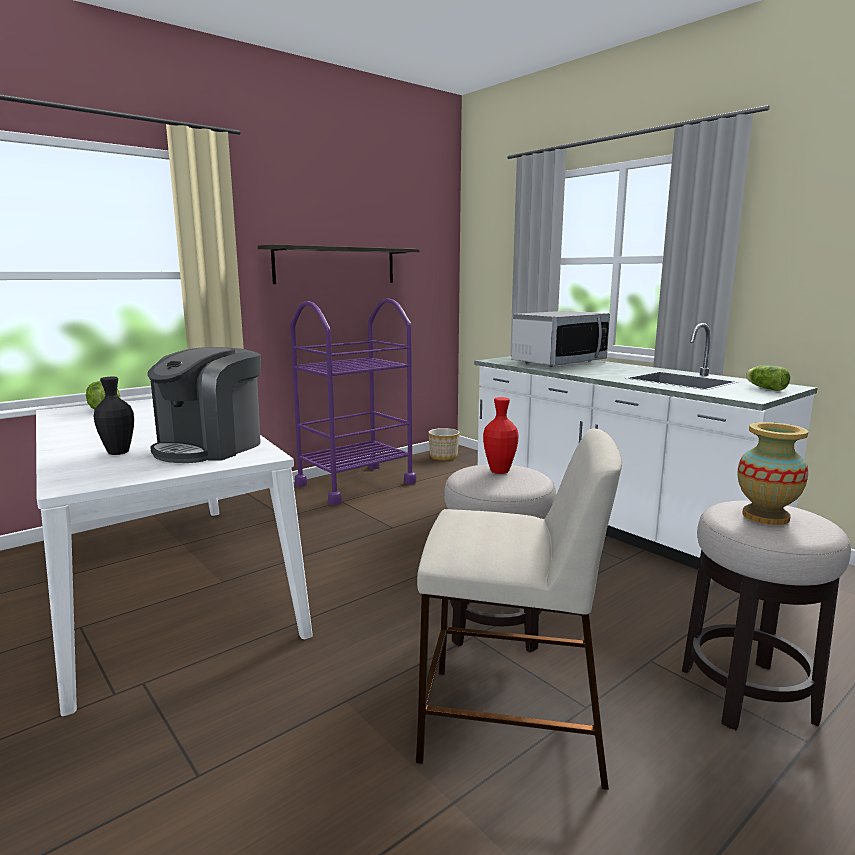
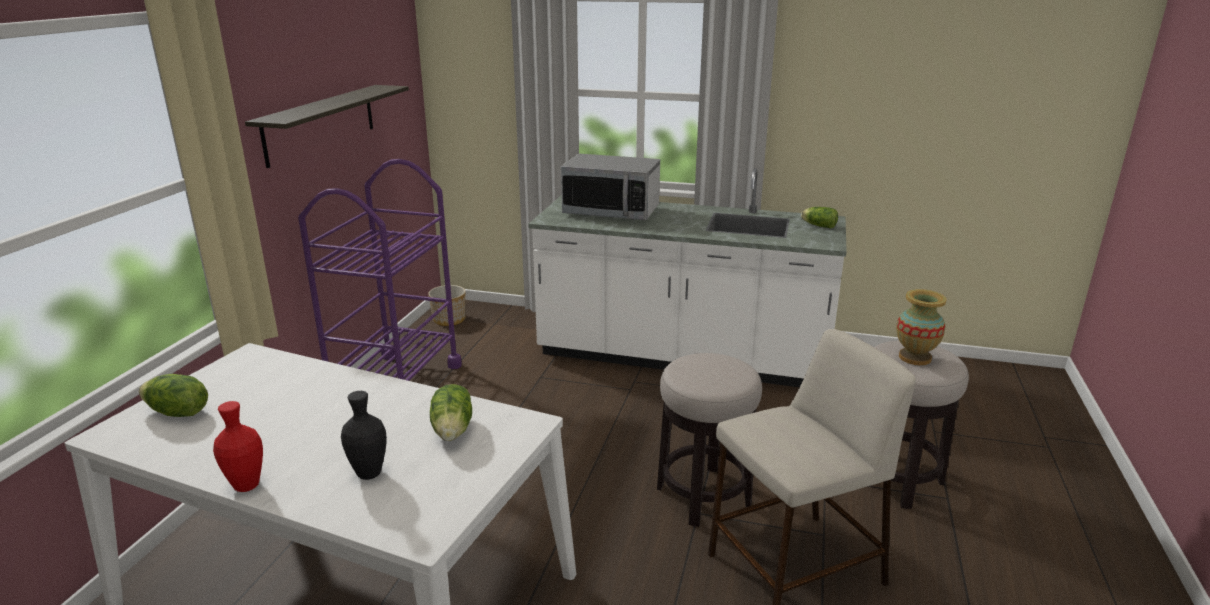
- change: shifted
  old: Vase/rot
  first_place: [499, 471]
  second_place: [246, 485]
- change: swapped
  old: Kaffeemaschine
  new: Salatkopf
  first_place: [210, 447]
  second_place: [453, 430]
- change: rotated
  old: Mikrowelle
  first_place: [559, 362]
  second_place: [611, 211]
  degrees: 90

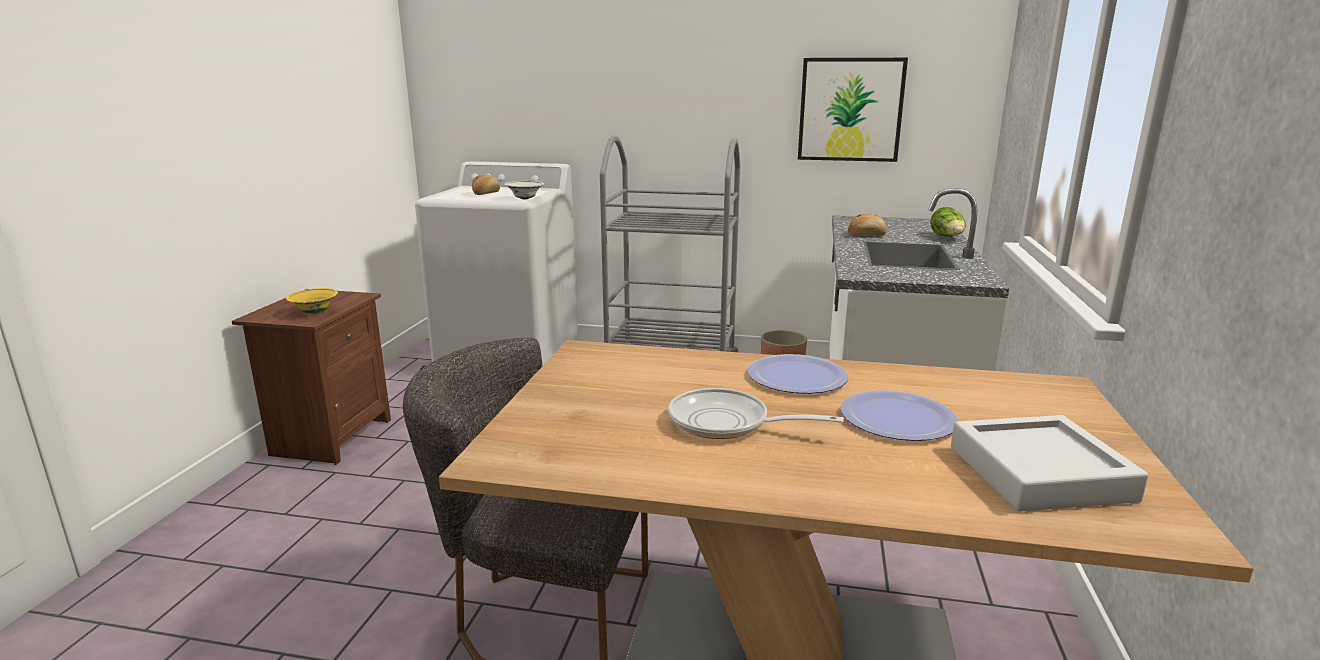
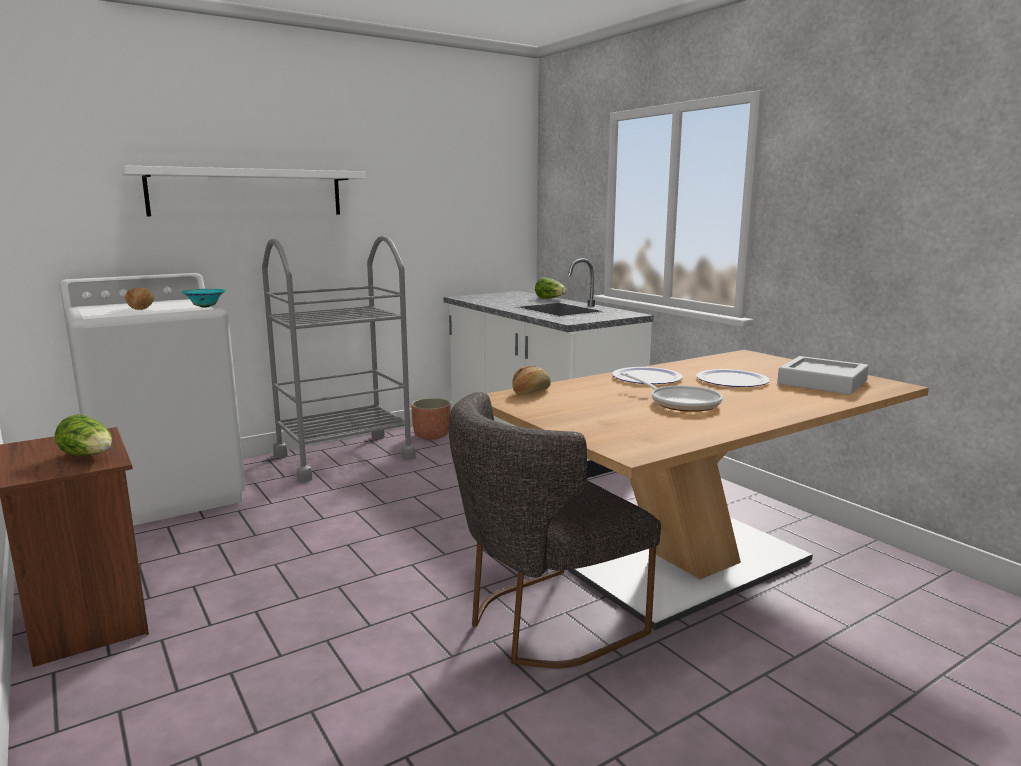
- change: swapped
  old: Schüssel/gelb
  new: Salatkopf
  first_place: [315, 312]
  second_place: [89, 456]
- change: new
  new: Wandregal/weiß
  second_place: [247, 192]
- change: repainted
  old: Schüssel/weiß
  new: Schüssel/türkis
  first_place: [525, 199]
  second_place: [205, 307]
- change: shifted
  old: Brot
  first_place: [866, 235]
  second_place: [530, 392]
- change: rotated
  old: Pfanne
  first_place: [727, 423]
  second_place: [680, 402]
  degrees: -105
- change: gone
  old: Bild
  first_place: [850, 110]

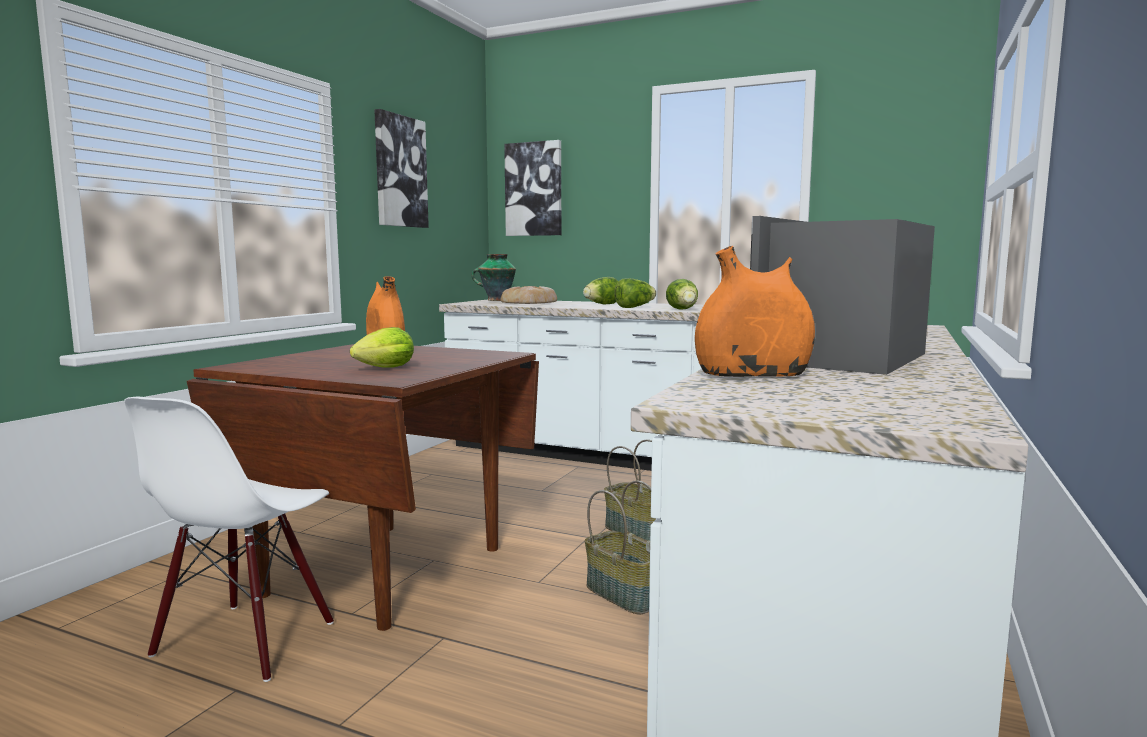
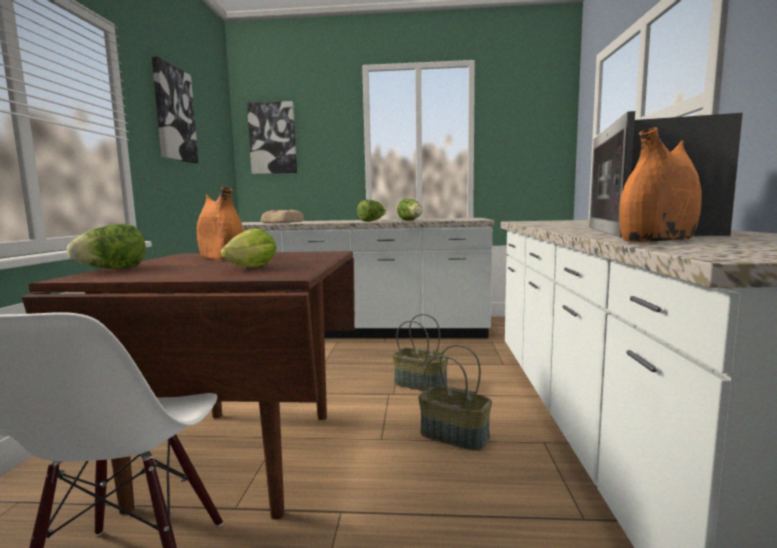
- change: shifted
  old: Salatkopf
  first_place: [602, 304]
  second_place: [112, 269]
- change: gone
  old: Vase
  first_place: [496, 300]

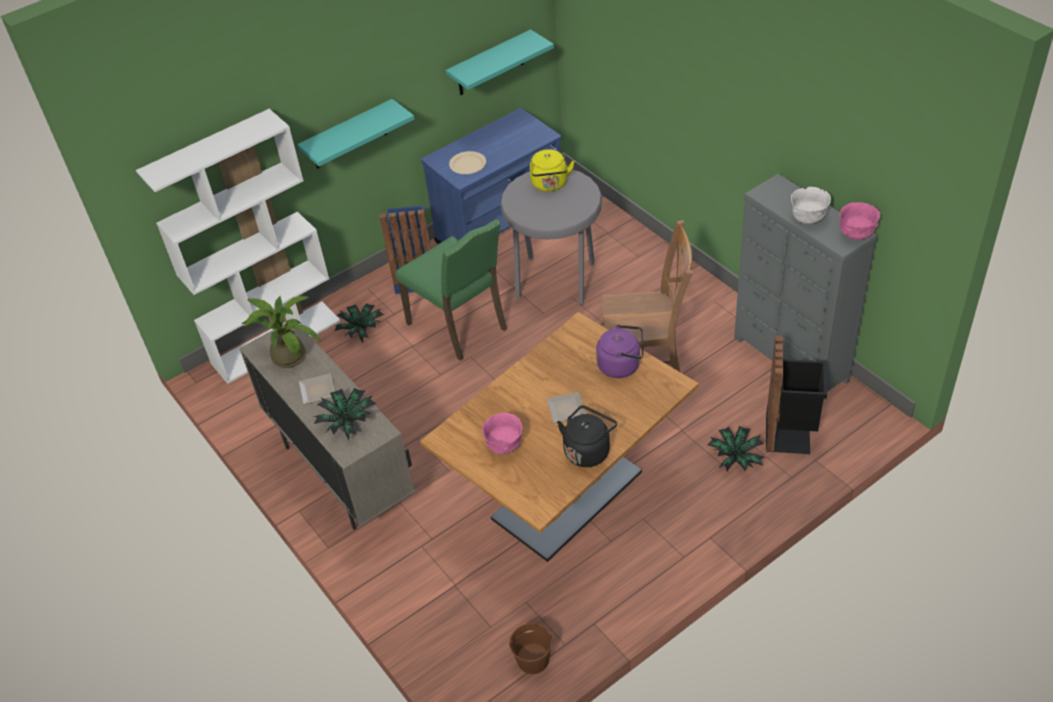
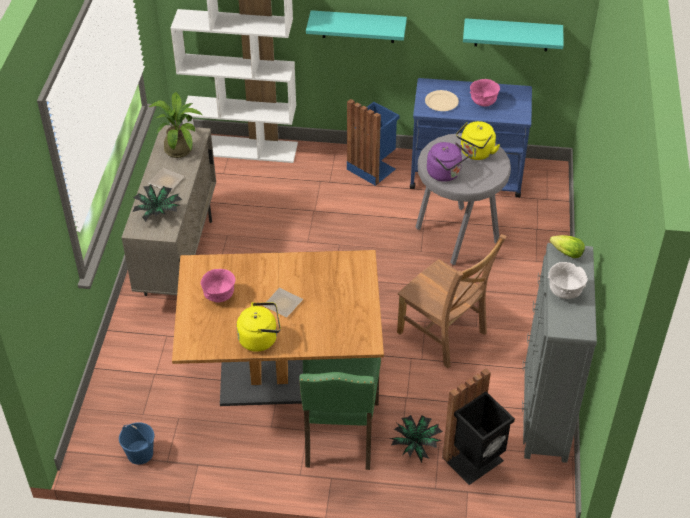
- change: repainted
  old: Eimer/braun
  new: Eimer/blau
  first_place: [532, 660]
  second_place: [139, 453]
- change: repainted
  old: Wasserkessel/schwarz
  new: Wasserkessel/gelb
  first_place: [588, 450]
  second_place: [260, 338]
- change: shifted
  old: Stuhl/grün
  first_place: [460, 326]
  second_place: [339, 436]
- change: shifted
  old: Wasserkessel/lila
  first_place: [621, 365]
  second_place: [445, 174]
- change: shifted
  old: Schüssel/rosa
  first_place: [856, 234]
  second_place: [483, 103]
- change: new
  new: Salatkopf
  second_place: [565, 252]
- change: gone
  old: Topfpflanze
  first_place: [361, 330]

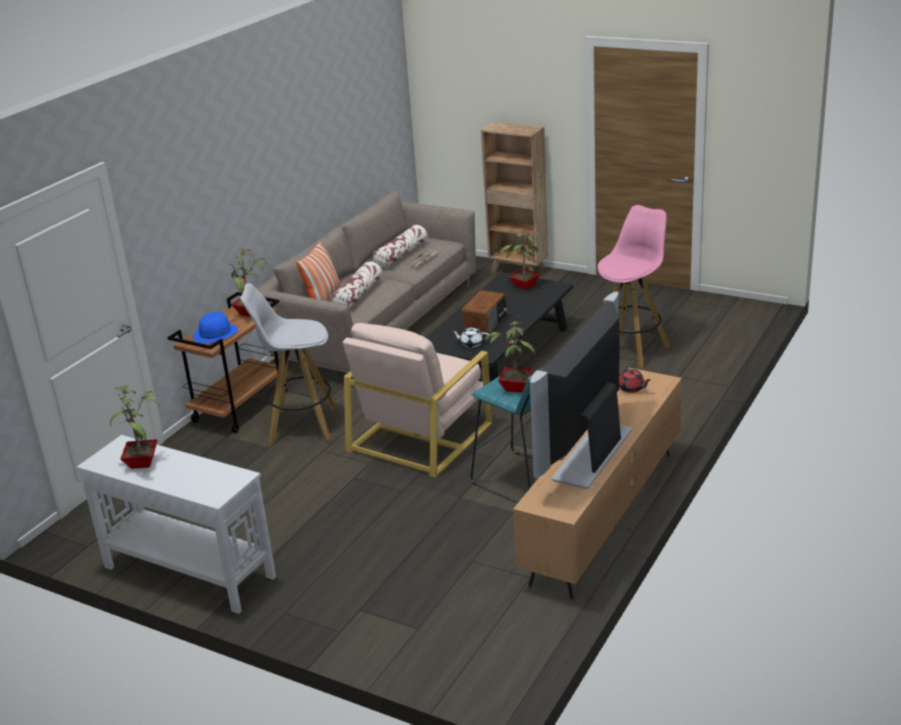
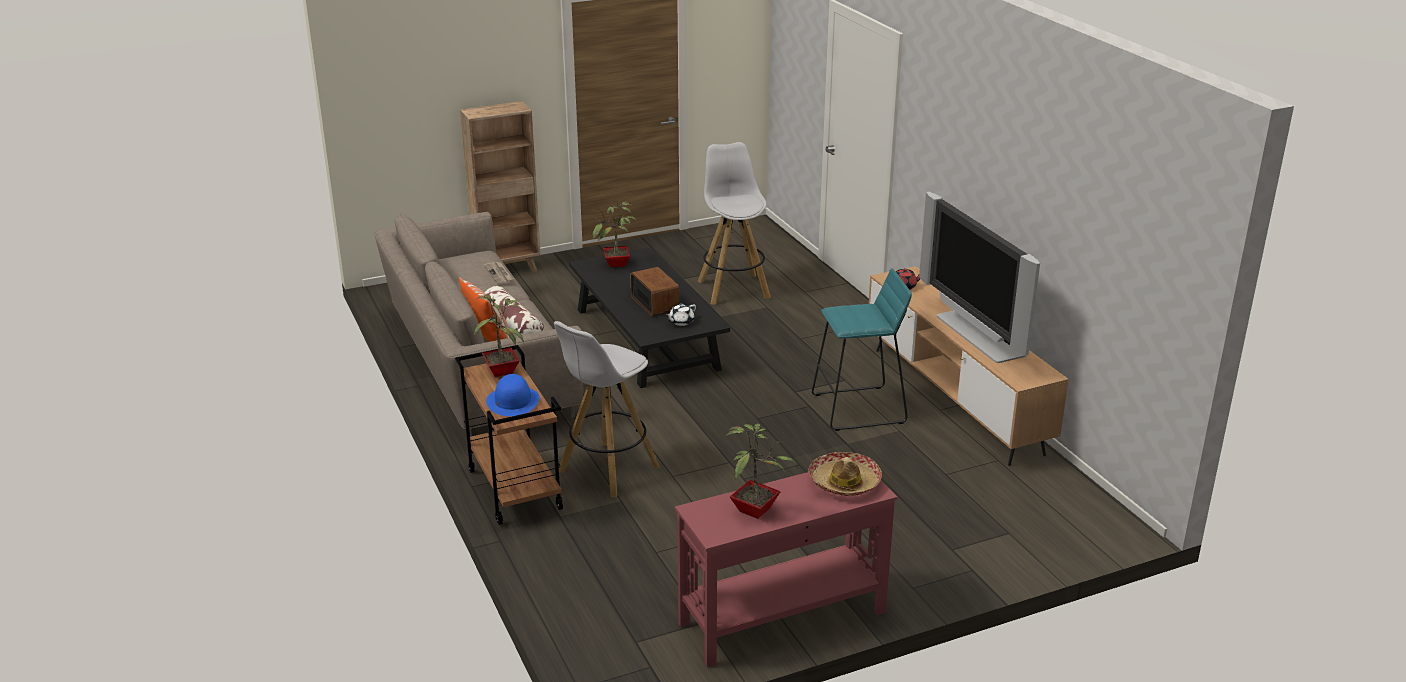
- change: repainted
  old: Konsolentisch/weiß
  new: Konsolentisch/rot
  first_place: [188, 571]
  second_place: [781, 618]
- change: repainted
  old: Hocker/rosa
  new: Hocker/weiß
  first_place: [631, 349]
  second_place: [733, 289]
- change: new
  new: Hut
  second_place: [844, 482]
- change: gone
  old: Sessel/beige
  first_place: [420, 436]
- change: gone
  old: Kissen
  first_place: [401, 255]
- change: gone
  old: Topfpflanze
  first_place: [514, 387]

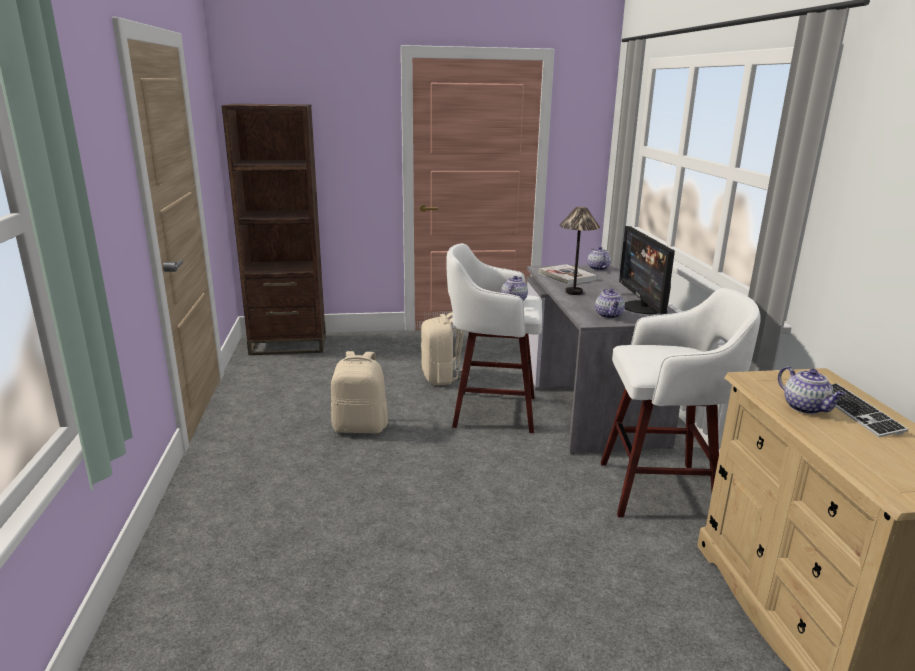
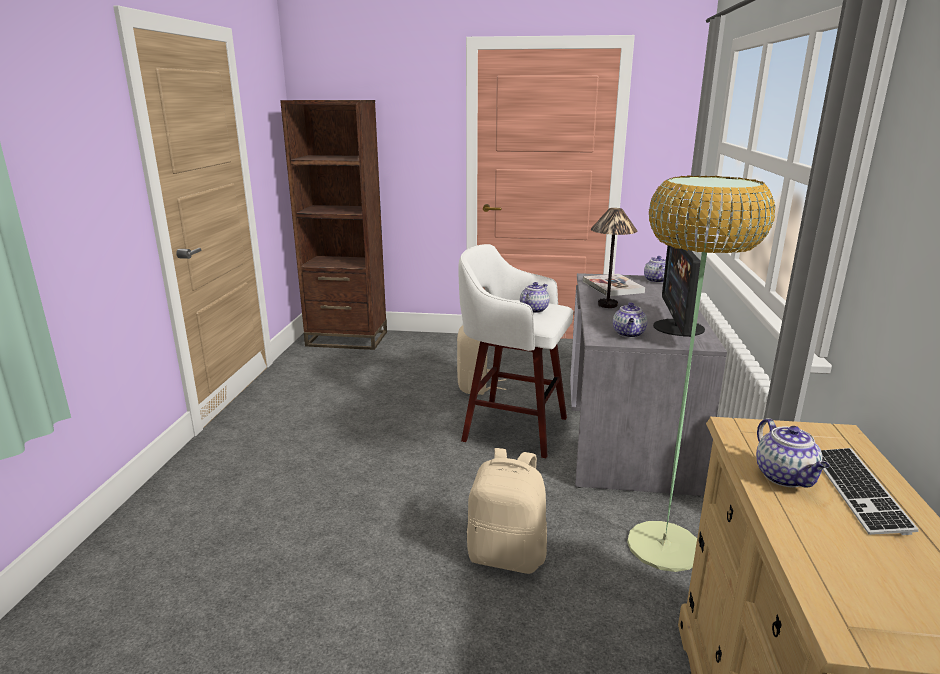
- change: shifted
  old: Rucksack/beige
  first_place: [360, 427]
  second_place: [507, 555]
- change: swapped
  old: Hocker/weiß
  new: Stehlampe
  first_place: [661, 490]
  second_place: [664, 546]

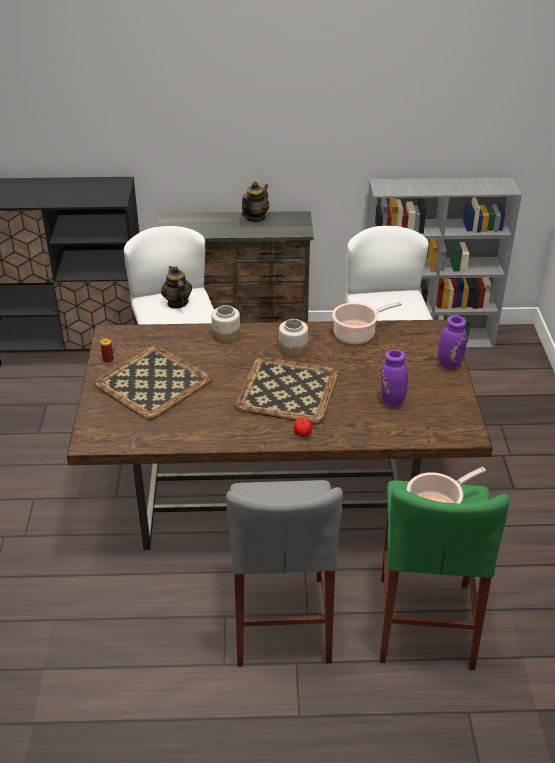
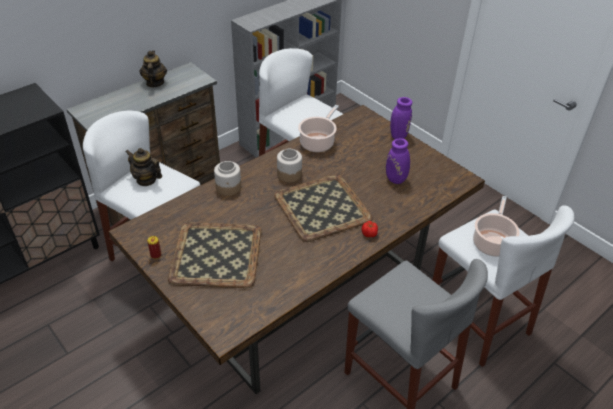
- change: repainted
  old: Hocker/grün
  new: Hocker/weiß
  first_place: [425, 621]
  second_place: [477, 321]

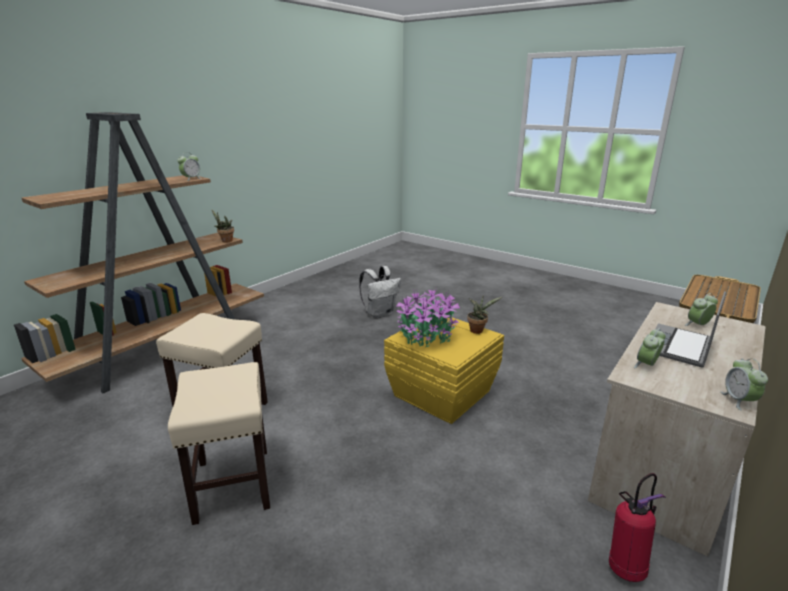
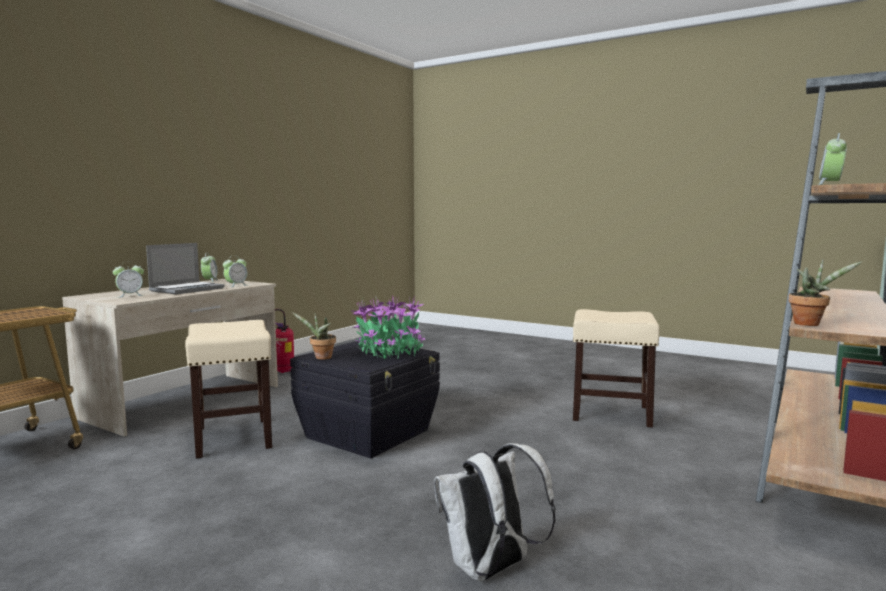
- change: shifted
  old: Hocker/beige
  first_place: [232, 483]
  second_place: [234, 438]
- change: repainted
  old: Aufbewahrungsbox/gelb
  new: Aufbewahrungsbox/schwarz
  first_place: [441, 393]
  second_place: [369, 433]

